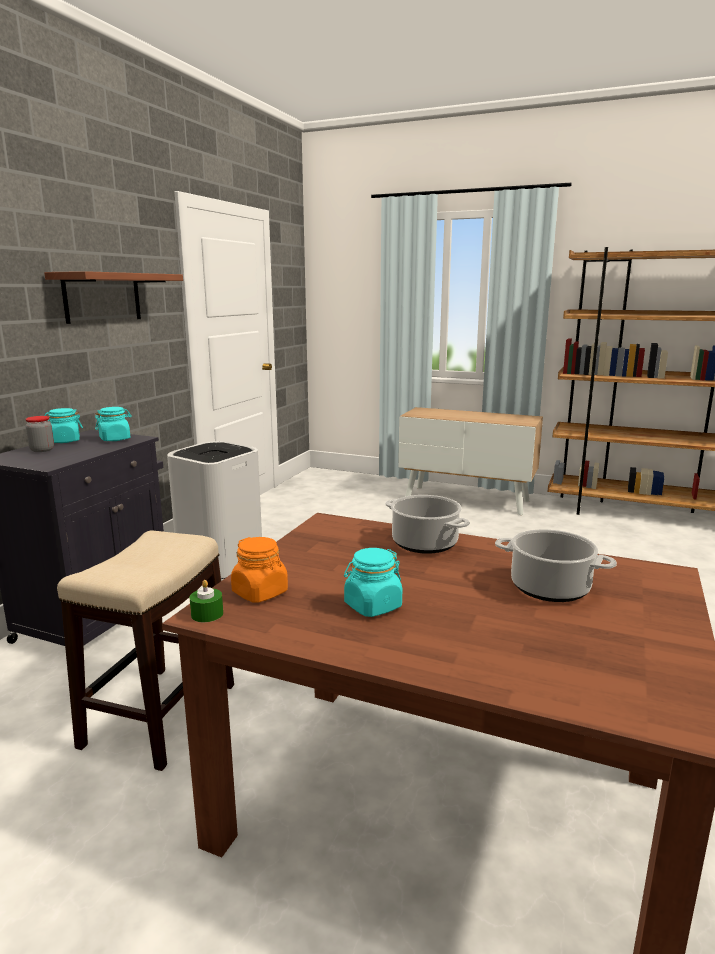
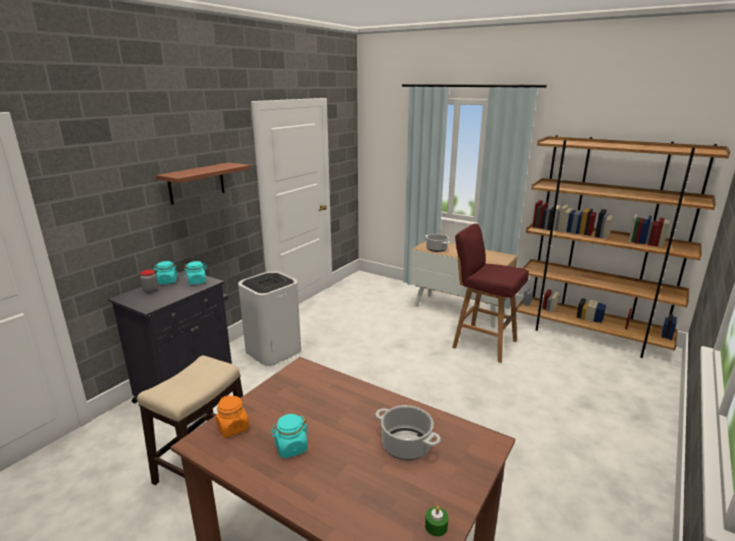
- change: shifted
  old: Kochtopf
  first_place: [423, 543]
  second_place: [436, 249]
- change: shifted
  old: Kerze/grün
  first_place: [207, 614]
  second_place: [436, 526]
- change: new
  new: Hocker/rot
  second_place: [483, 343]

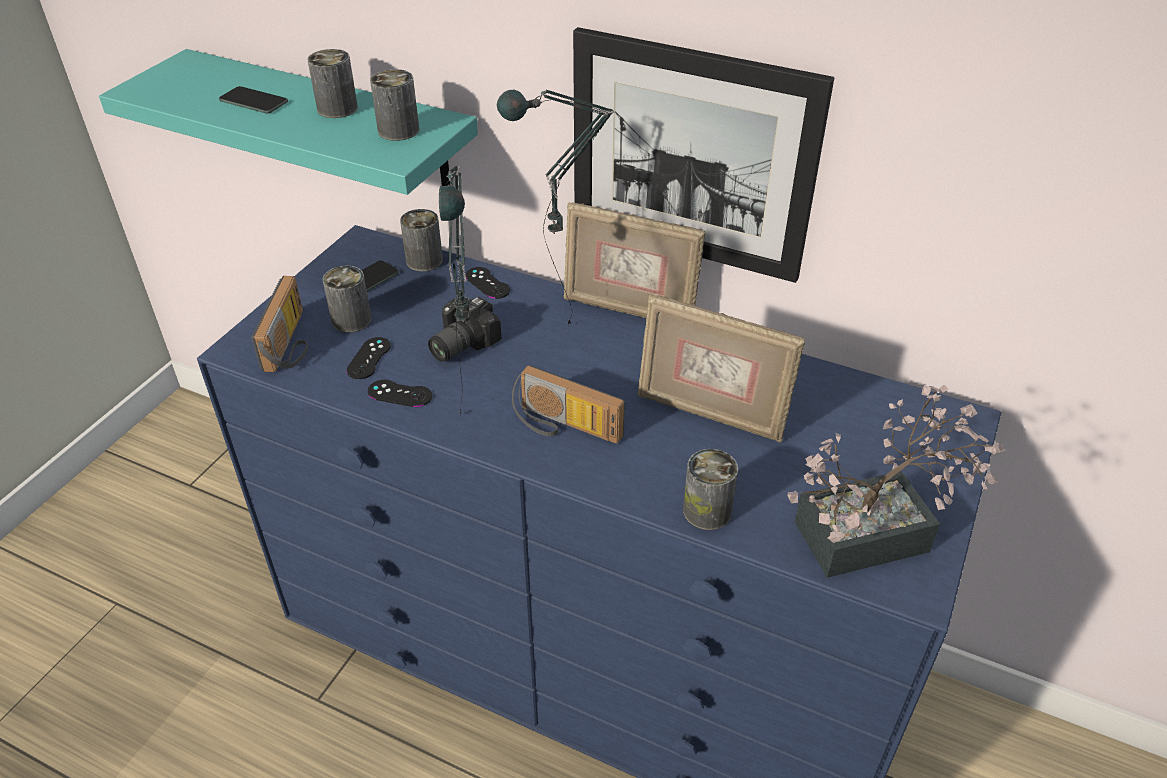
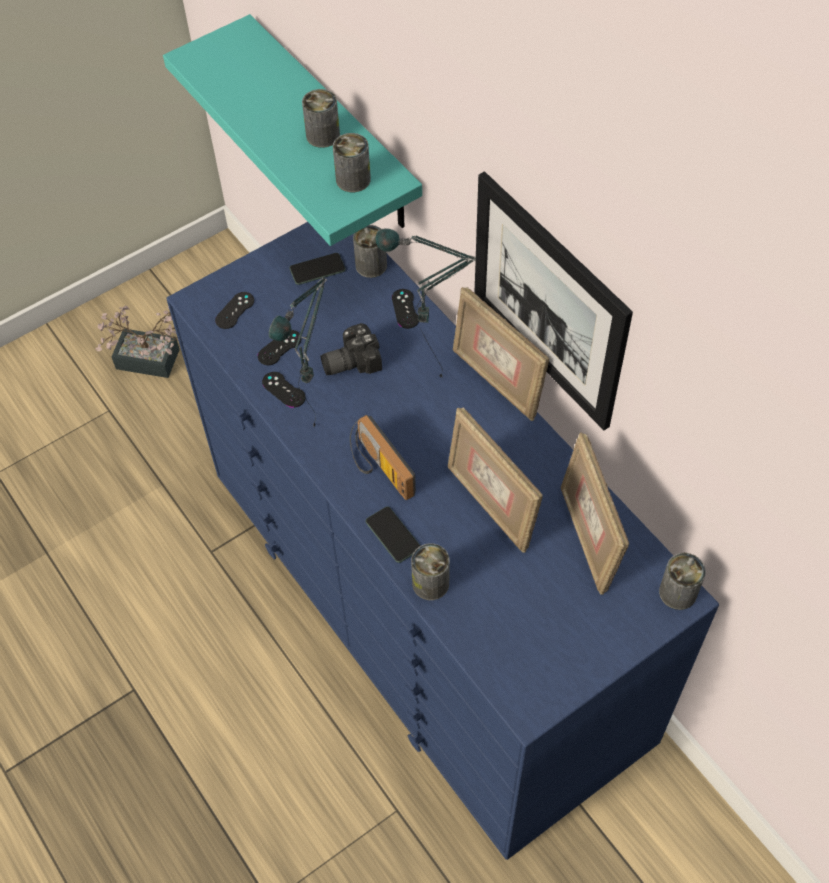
- change: shifted
  old: Topfpflanze
  first_place: [876, 534]
  second_place: [155, 361]
- change: swapped
  old: Radio
  new: Gamepad/schwarz
  first_place: [292, 343]
  second_place: [234, 310]
- change: shifted
  old: Handy
  first_place: [253, 101]
  second_place: [393, 535]
- change: new
  new: Bilderrahmen
  second_place: [587, 538]
- change: shifted
  old: Dose
  first_place: [351, 320]
  second_place: [678, 592]

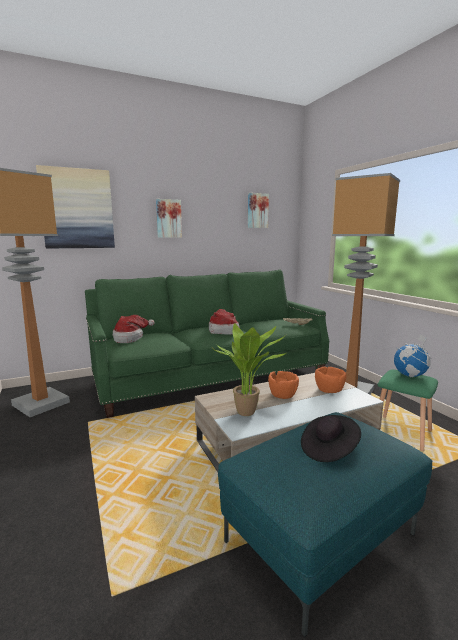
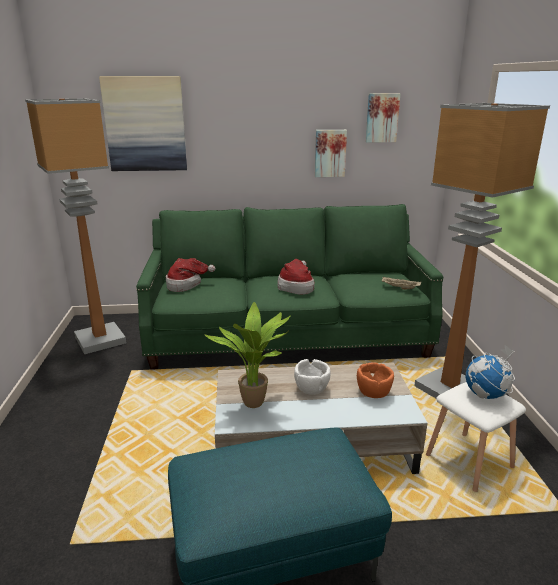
- change: repainted
  old: Schüssel/orange
  new: Schüssel/weiß
  first_place: [282, 396]
  second_place: [311, 389]
- change: shifted
  old: Bild
  first_place: [168, 218]
  second_place: [330, 153]
- change: repainted
  old: Hocker/grün
  new: Hocker/weiß
  first_place: [402, 433]
  second_place: [470, 462]
- change: gone
  old: Hut/schwarz
  first_place: [329, 449]

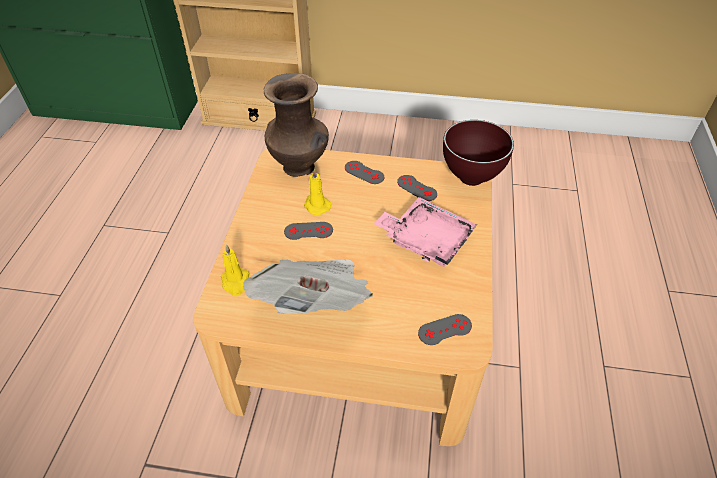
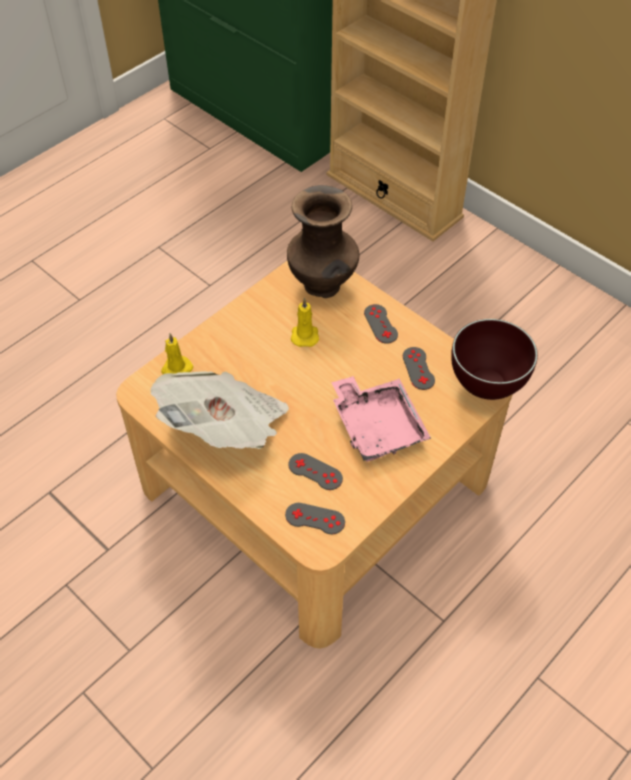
- change: shifted
  old: Gamepad/grau
  first_place: [308, 231]
  second_place: [315, 472]

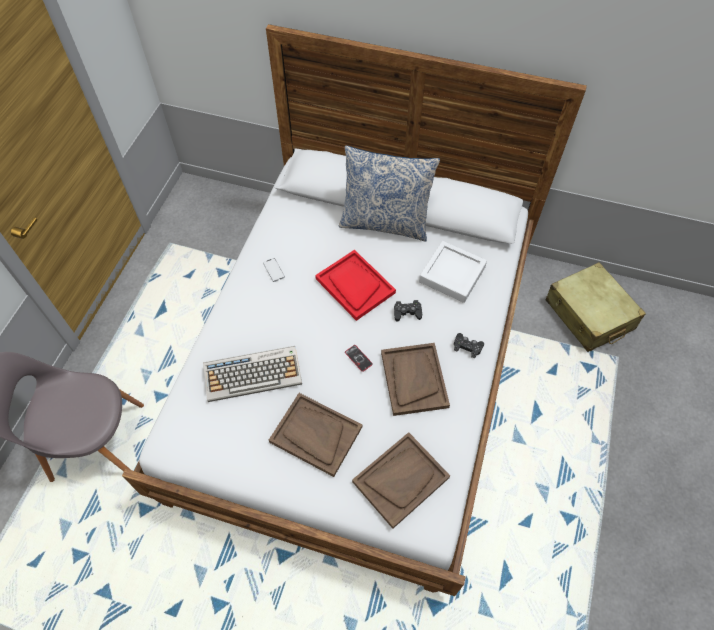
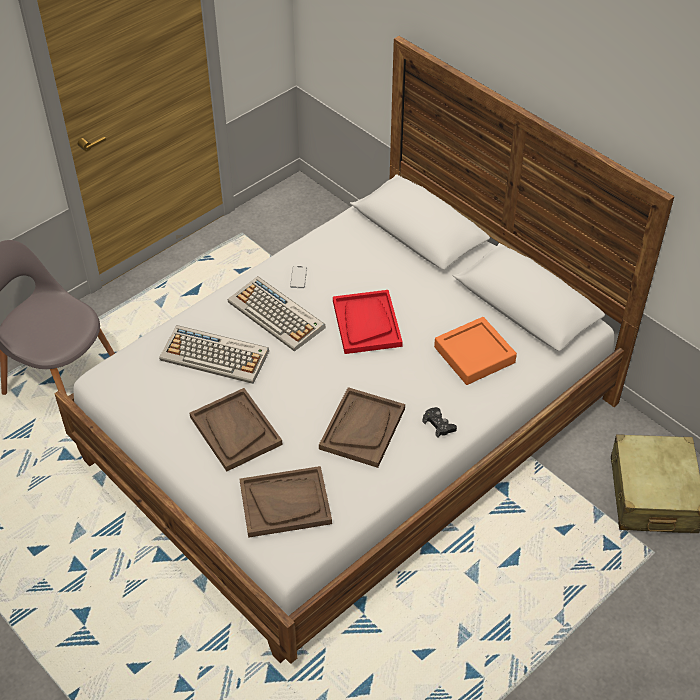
- change: new
  new: Tastatur
  second_place: [277, 315]
- change: repainted
  old: Tablett/grau
  new: Tablett/orange
  first_place: [452, 274]
  second_place: [474, 355]
- change: gone
  old: Kissen
  first_place: [385, 222]
- change: gone
  old: Handy
  first_place: [358, 358]
- change: gone
  old: Gamepad/schwarz
  first_place: [407, 312]

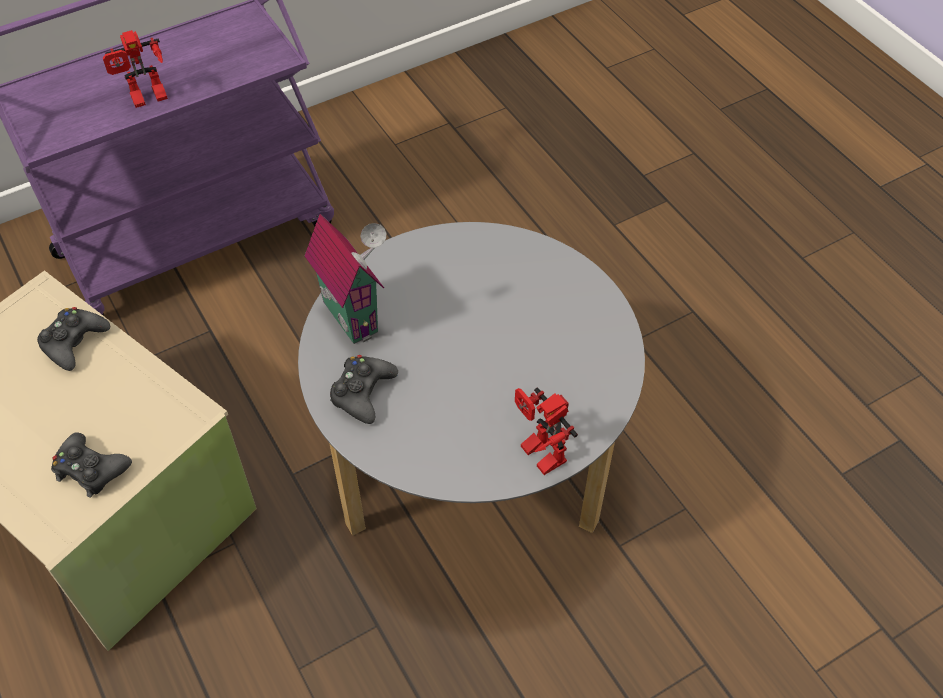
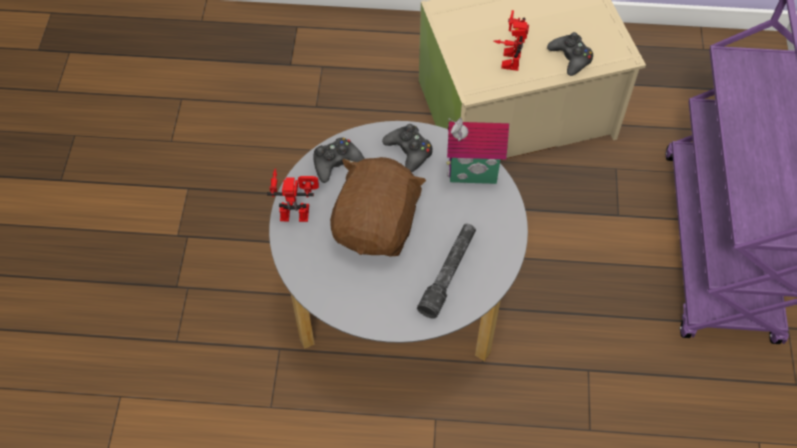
- change: shifted
  old: Gamepad/schwarz
  first_place: [91, 469]
  second_place: [337, 163]
- change: new
  new: Plüschtier/braun
  second_place: [377, 226]
- change: new
  new: Taschenlampe/grau
  second_place: [448, 273]
- change: shifted
  old: Spielzeugroboter
  first_place: [147, 100]
  second_place: [507, 58]

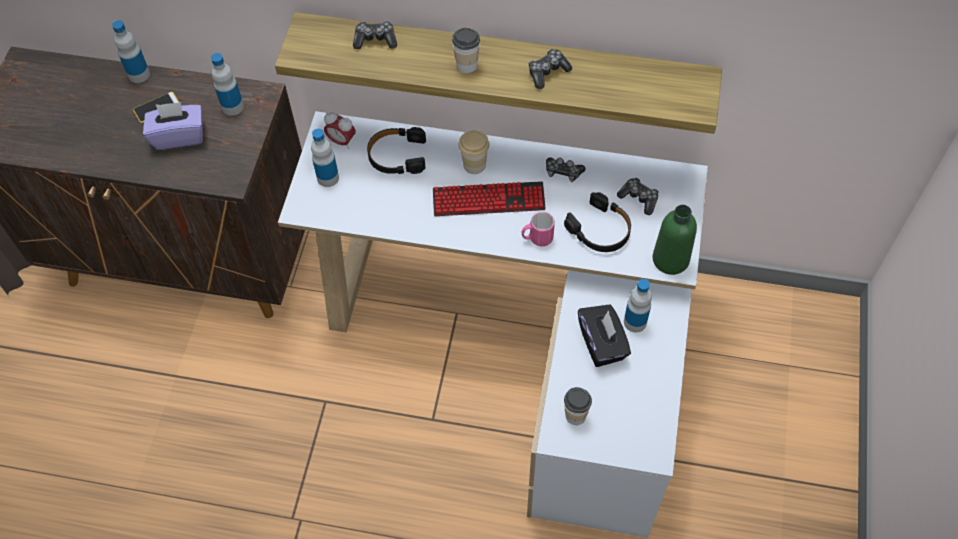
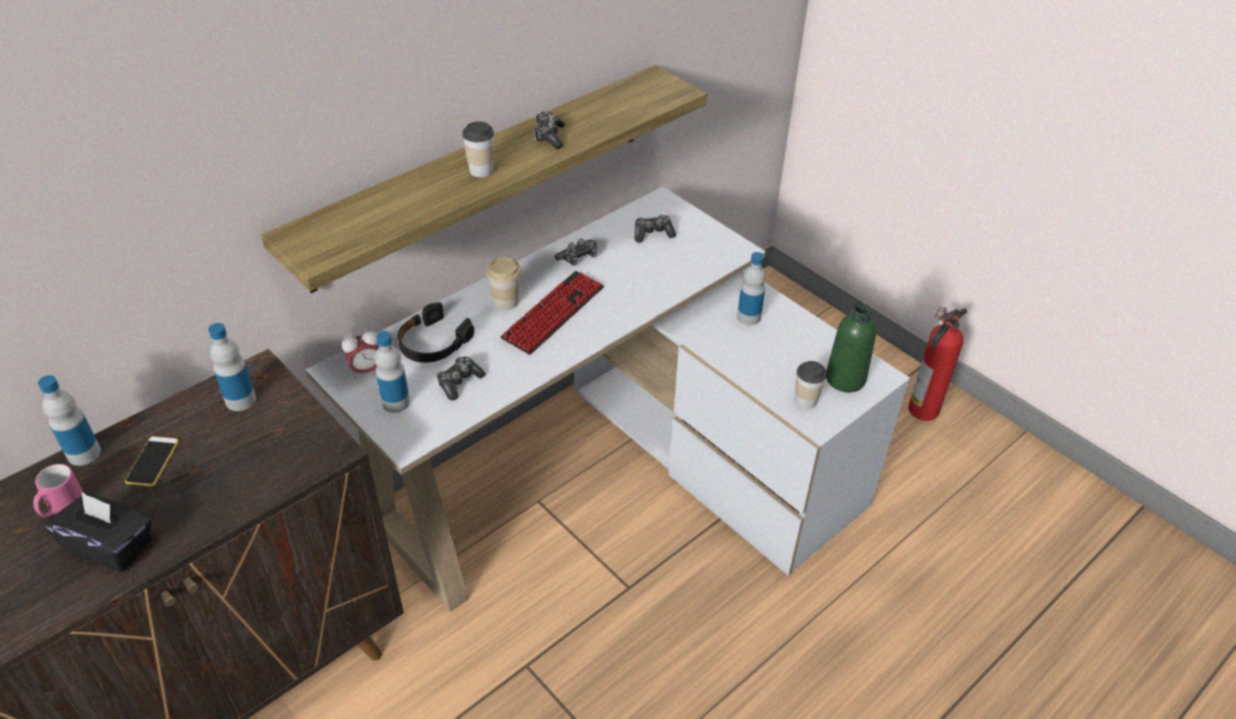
- change: shifted
  old: Henkelbecher/rosa
  first_place: [537, 238]
  second_place: [63, 508]
- change: shifted
  old: Taschentuchbox/schwarz
  first_place: [602, 344]
  second_place: [111, 546]
- change: shifted
  old: Gamepad
  first_place: [375, 40]
  second_place: [459, 382]
- change: shifted
  old: Flasche/grün
  first_place: [670, 259]
  second_place: [845, 379]
- change: new
  new: Feuerlöscher
  second_place: [922, 410]
- change: gone
  old: Taschentuchbox/lila
  first_place: [179, 136]
- change: gone
  old: Kopfhörer/schwarz
  first_place: [600, 230]

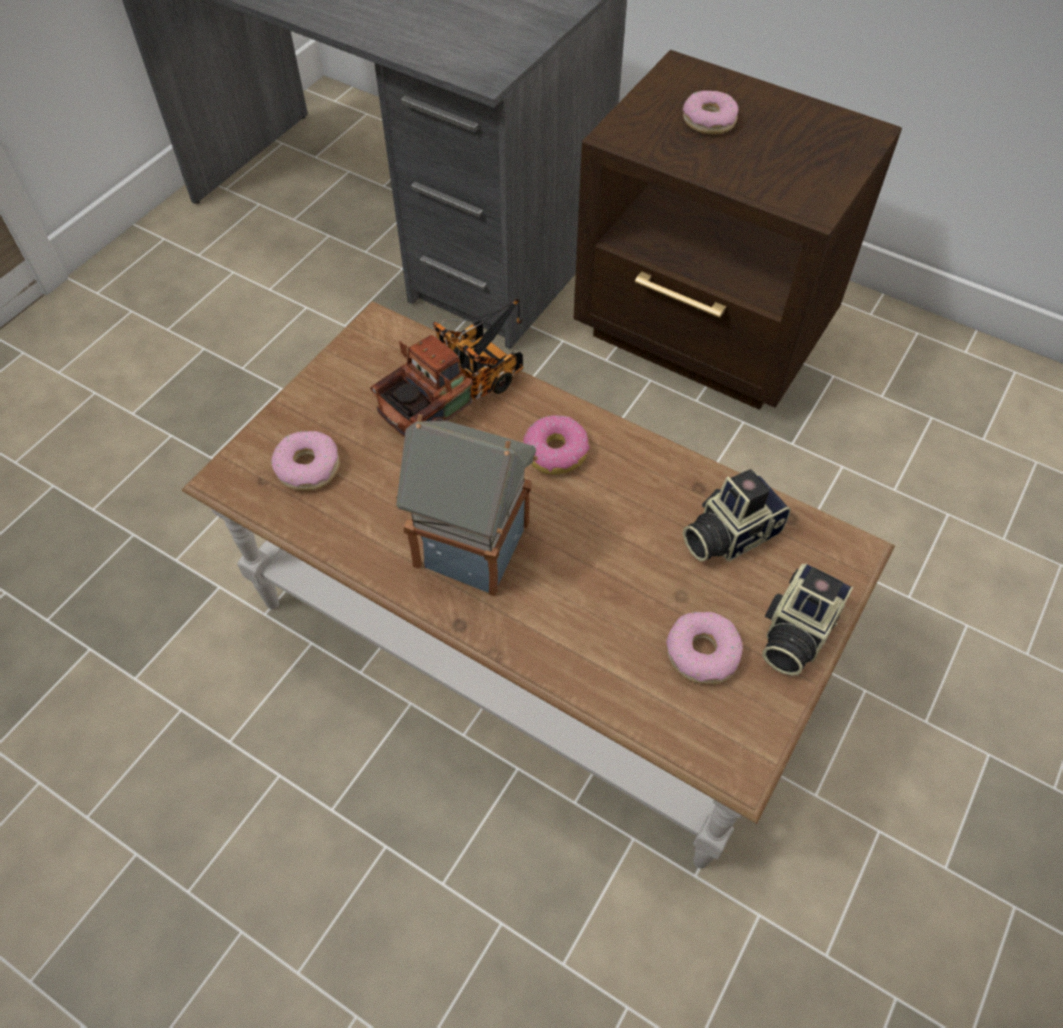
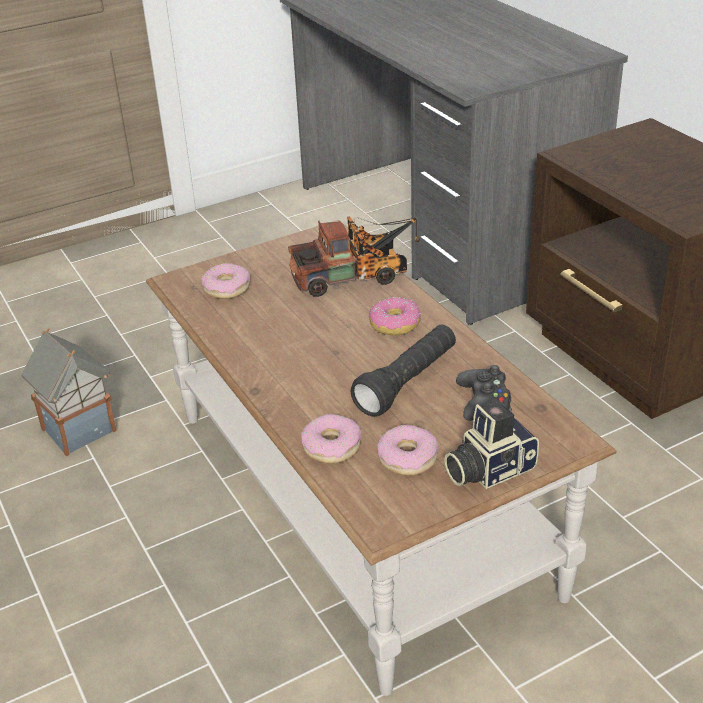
- change: shifted
  old: Spielzeughaus
  first_place: [475, 545]
  second_place: [80, 431]
- change: shifted
  old: Donut
  first_place: [709, 121]
  second_place: [332, 446]
- change: new
  new: Taschenlampe/schwarz
  second_place: [407, 383]
- change: swapped
  old: Kamera
  new: Gamepad/schwarz
  first_place: [728, 534]
  second_place: [484, 401]

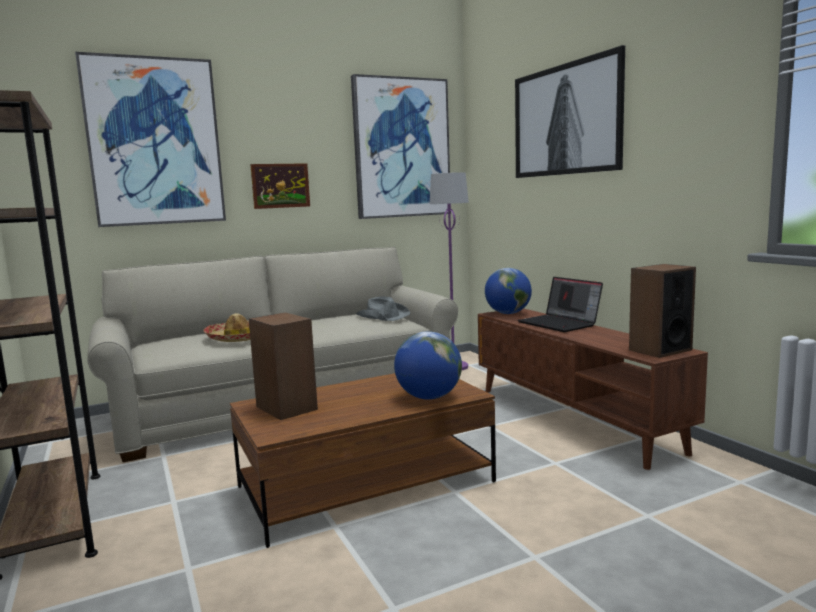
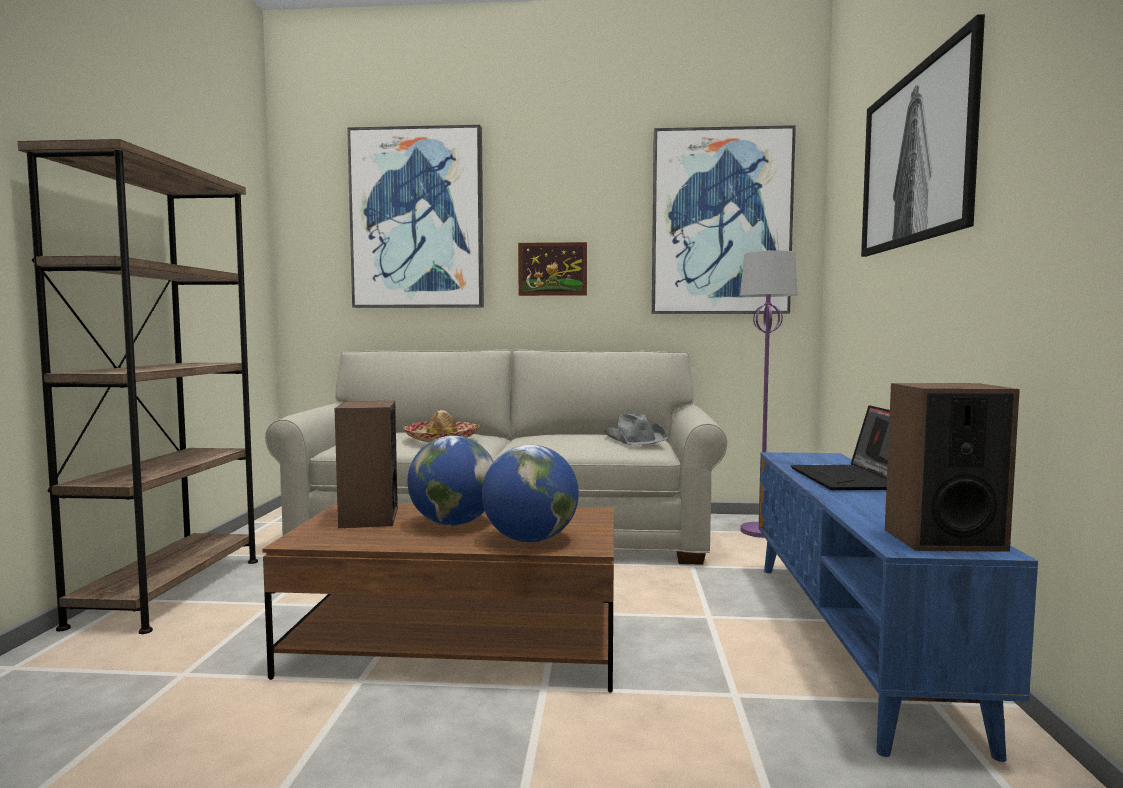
- change: shifted
  old: Globus
  first_place: [508, 313]
  second_place: [453, 523]
- change: repainted
  old: Fernsehschrank/braun
  new: Fernsehschrank/blau
  first_place: [574, 418]
  second_place: [853, 640]

